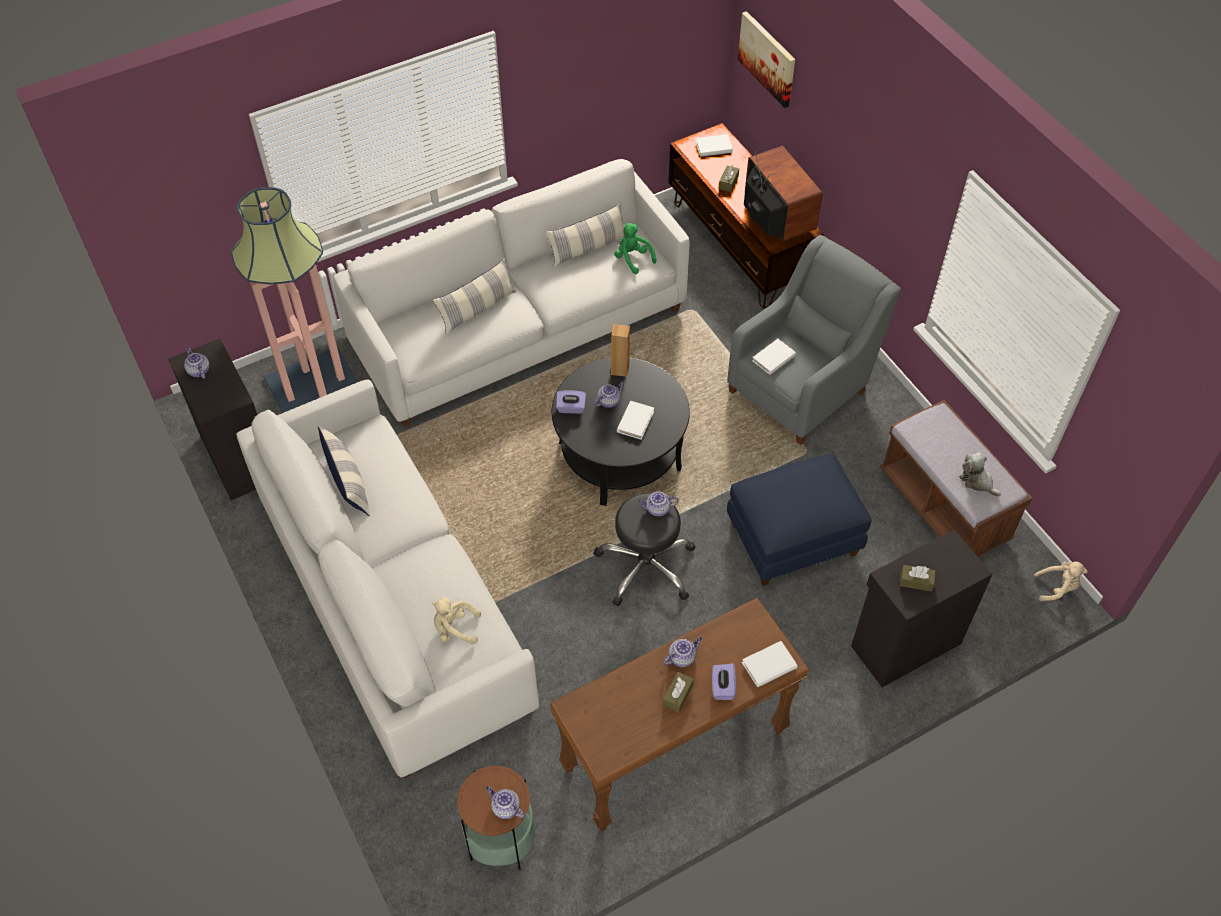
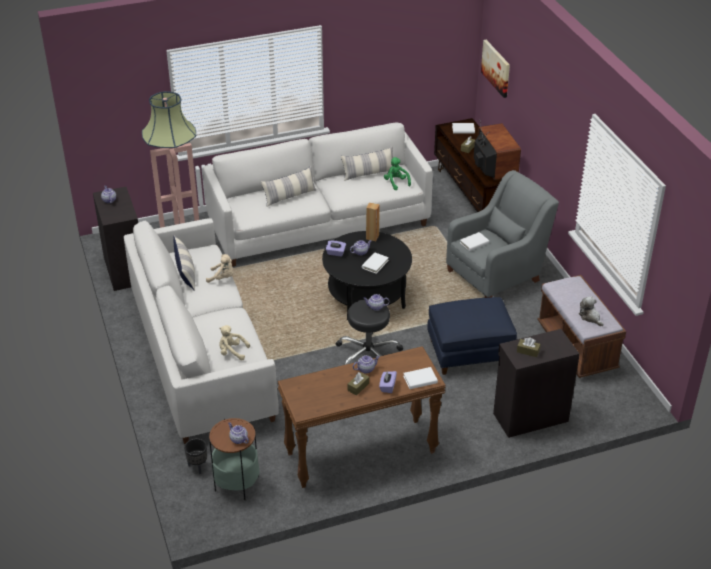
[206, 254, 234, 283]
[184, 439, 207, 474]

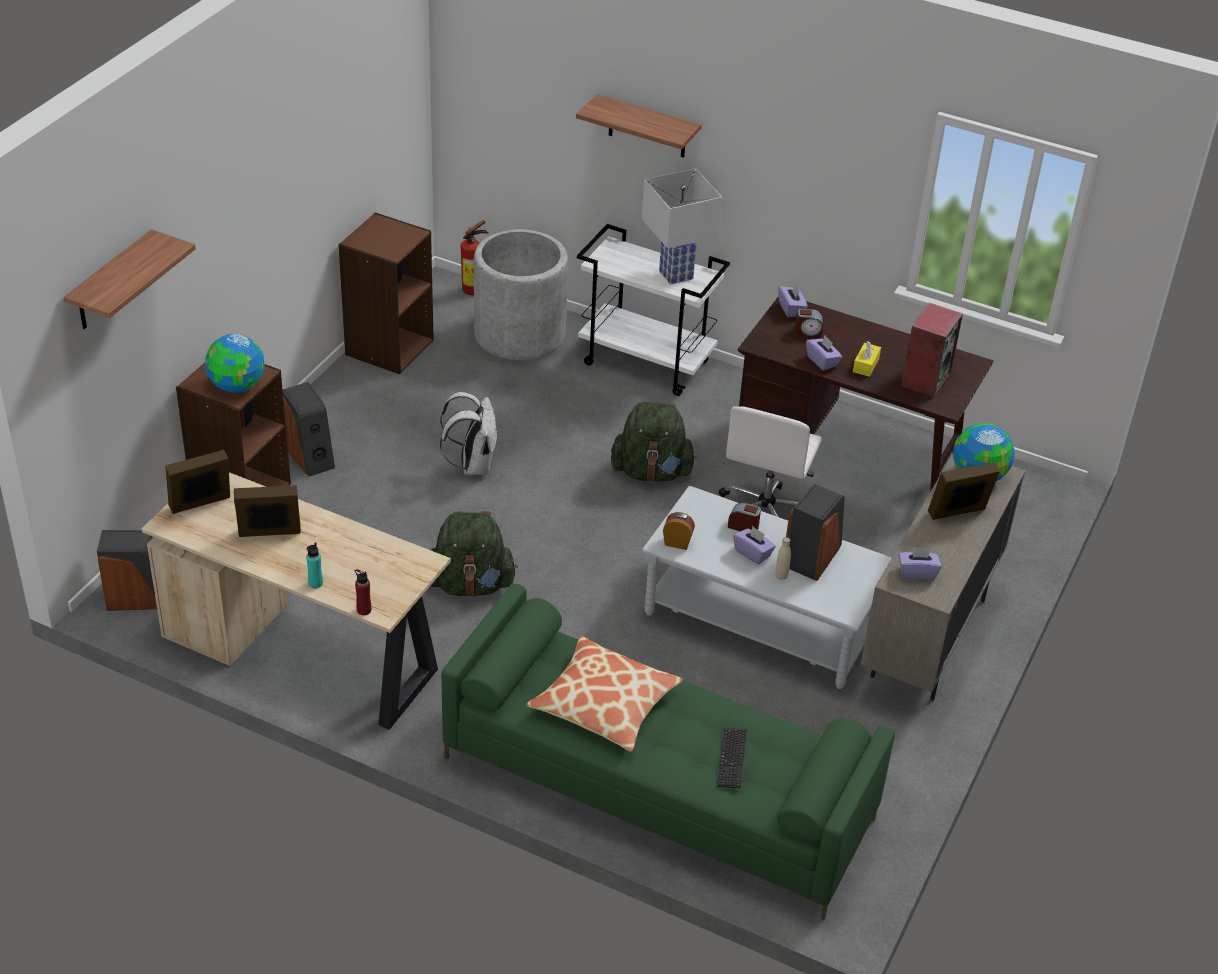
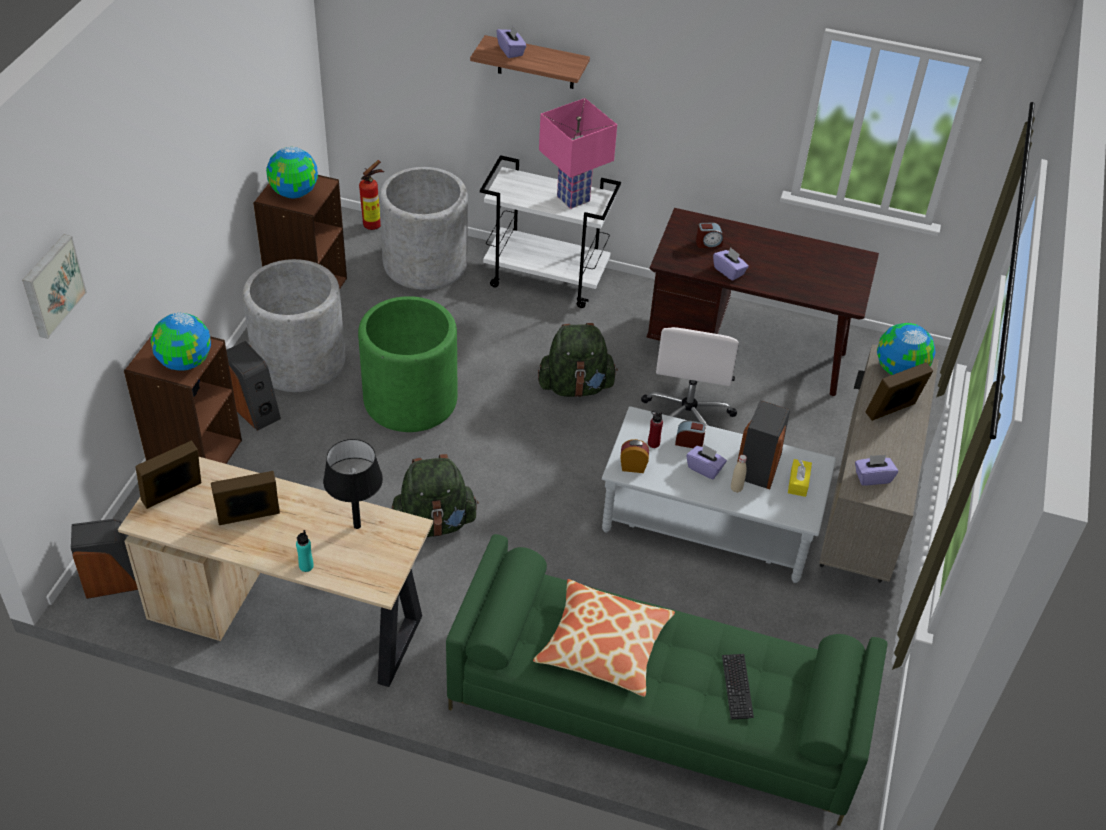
[539, 98, 617, 209]
[22, 234, 87, 339]
[497, 26, 526, 58]
[901, 303, 963, 397] (first image)
[788, 459, 812, 497]
[358, 296, 458, 432]
[648, 411, 663, 448]
[266, 147, 318, 198]
[242, 259, 345, 392]
[323, 439, 383, 529]

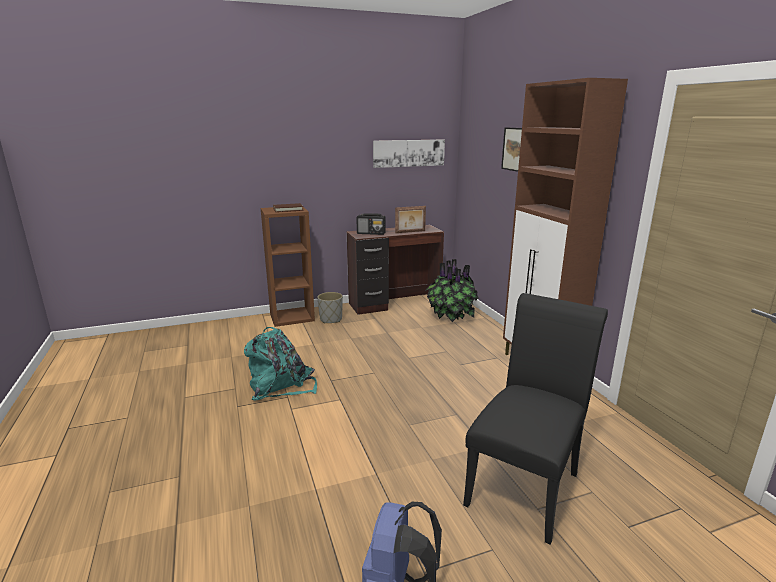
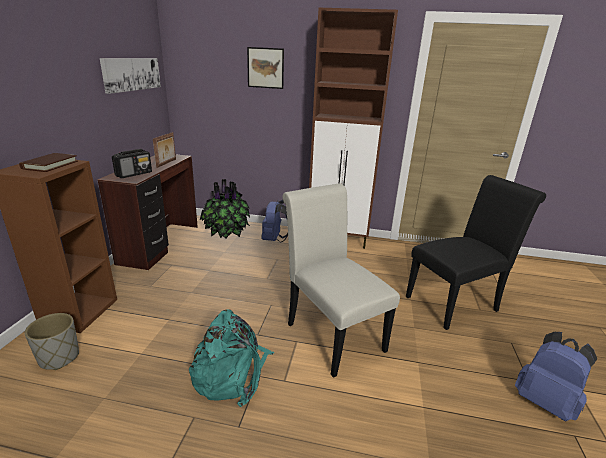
[25, 313, 79, 370]
[406, 175, 546, 330]
[282, 184, 400, 378]
[261, 200, 288, 243]

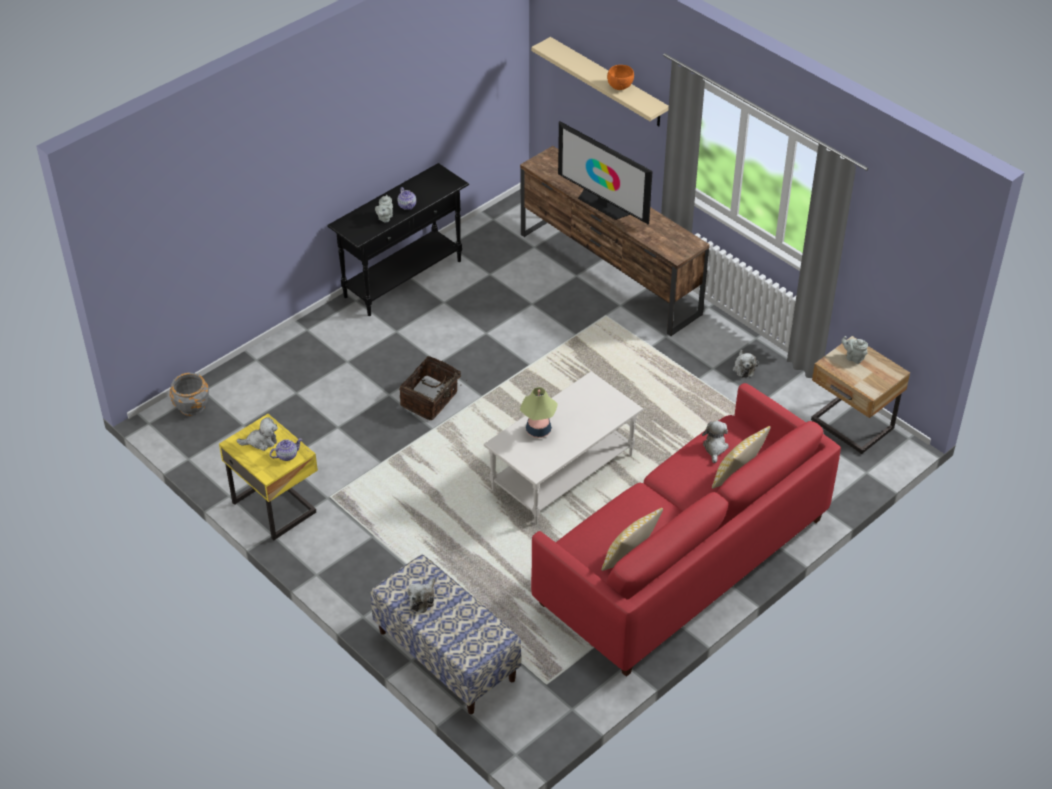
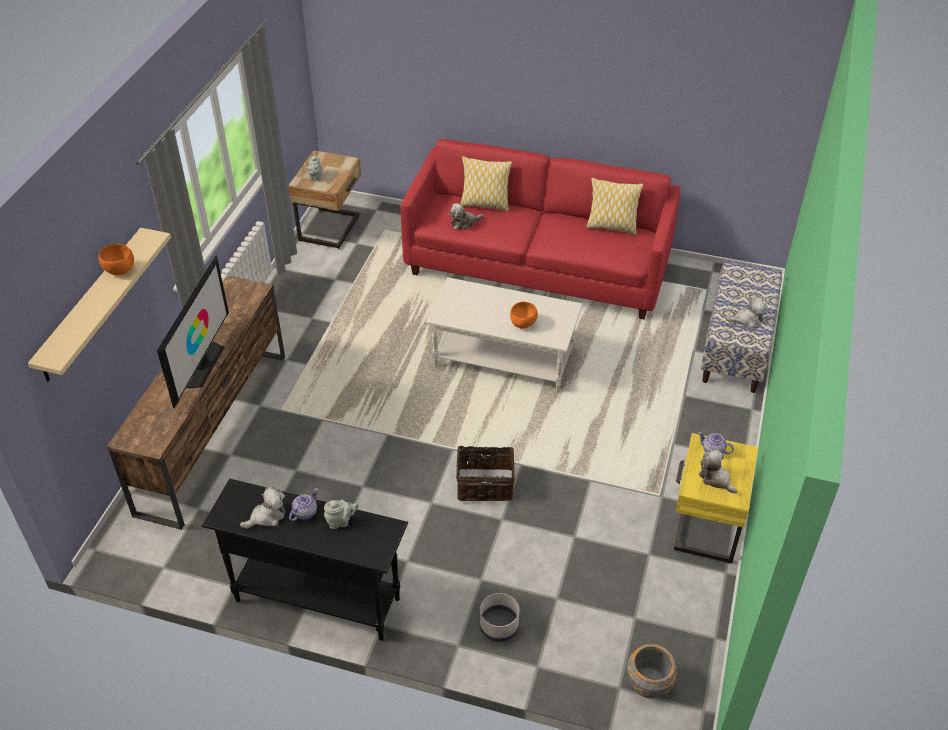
[240, 487, 286, 529]
[510, 302, 538, 329]
[480, 593, 519, 642]

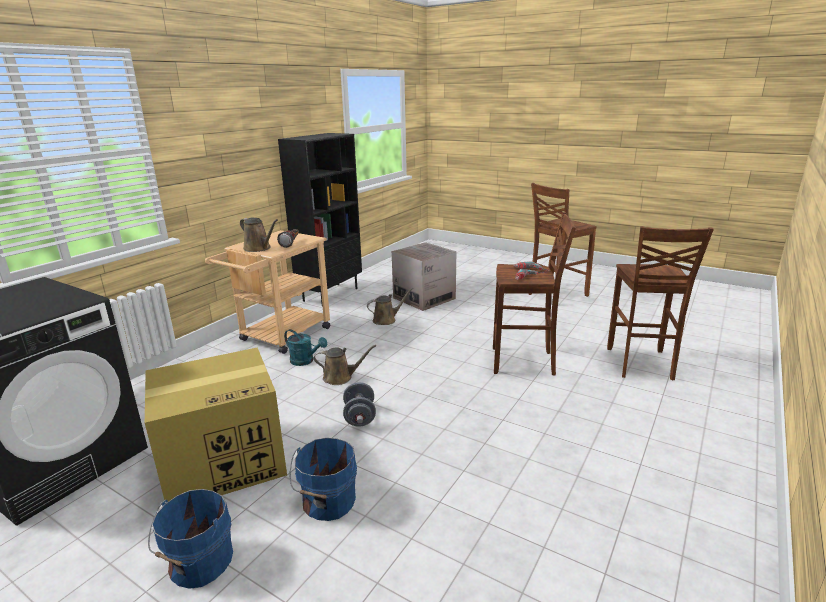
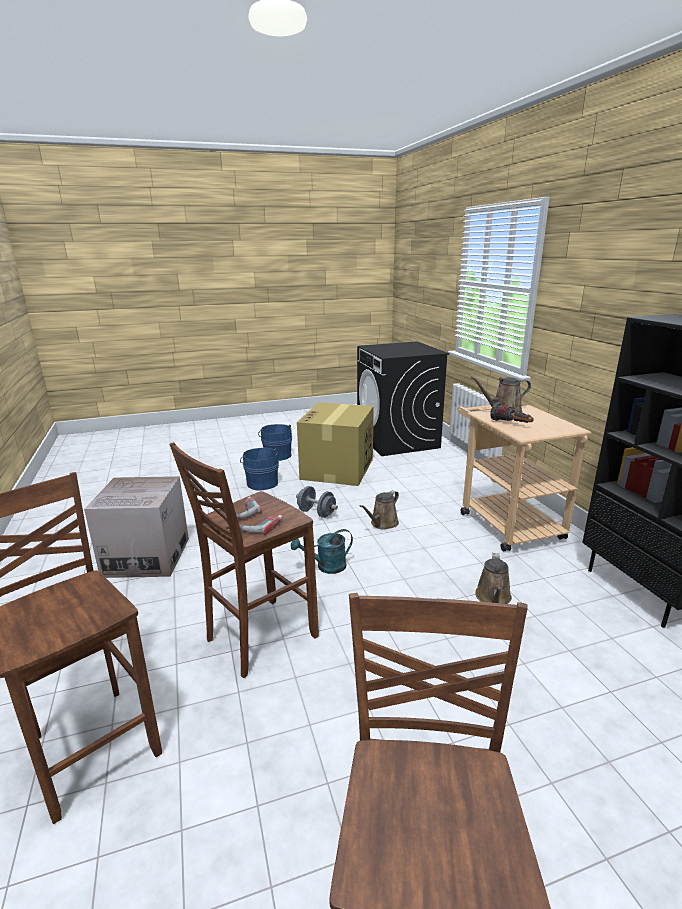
[84, 476, 189, 578]
[291, 529, 353, 574]

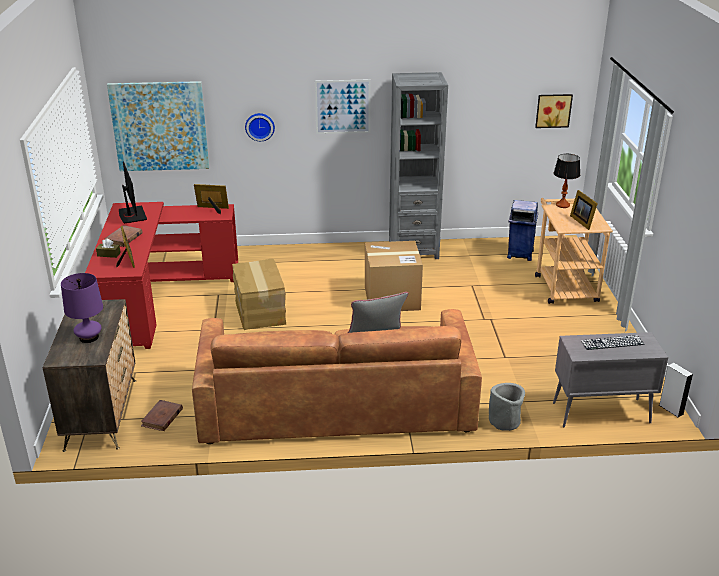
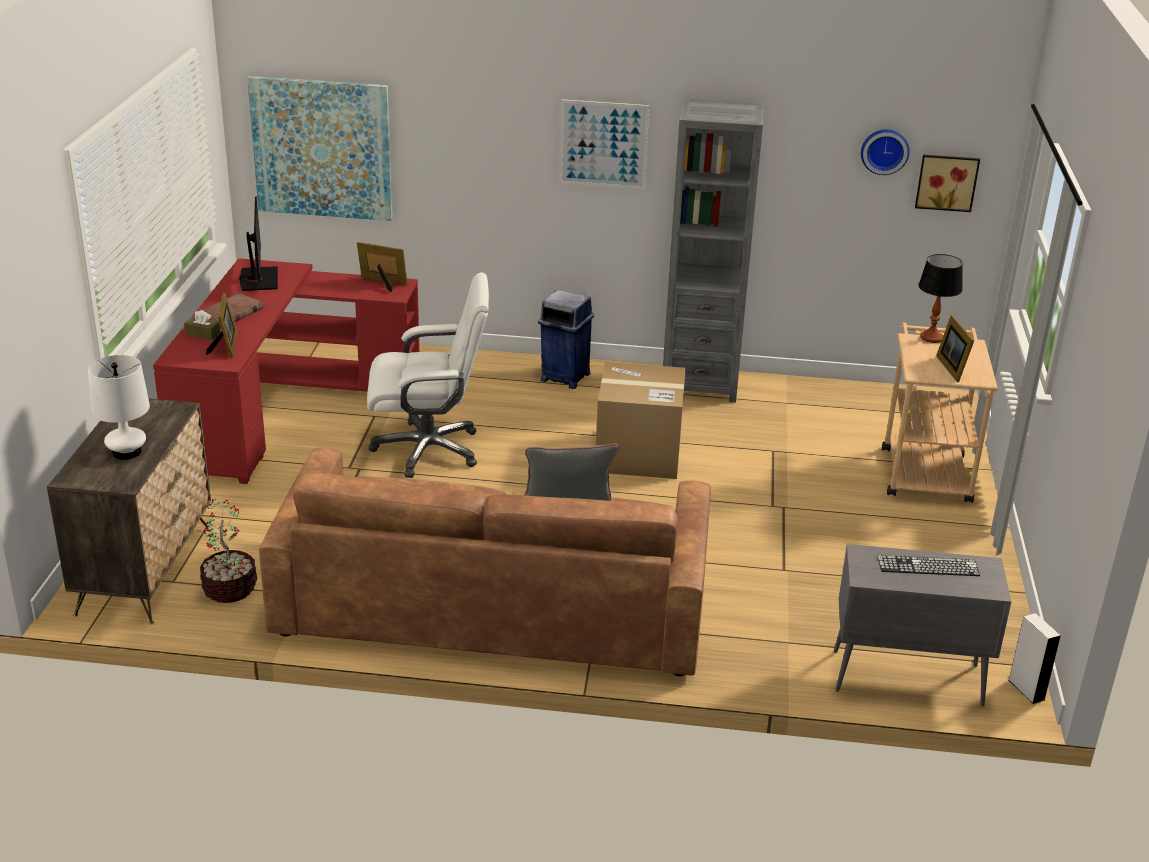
[861, 129, 910, 175]
[538, 290, 594, 389]
[367, 272, 489, 478]
[88, 355, 150, 460]
[489, 383, 525, 431] (first image)
[200, 499, 257, 603]

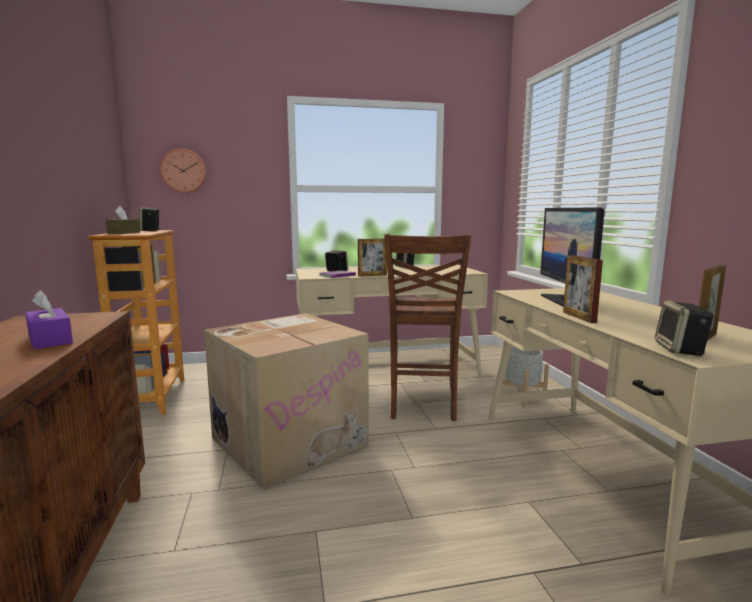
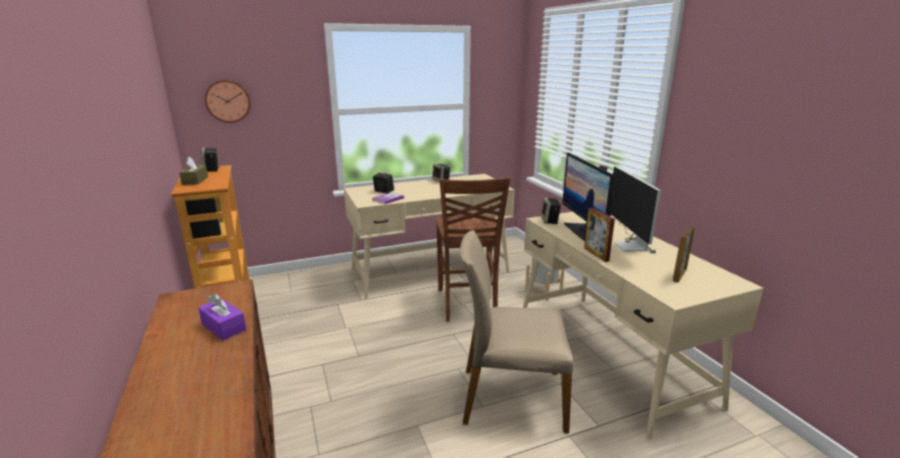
[358, 238, 387, 277] (first image)
[540, 197, 561, 224]
[204, 313, 369, 488] (first image)
[611, 166, 661, 254]
[460, 230, 573, 434]

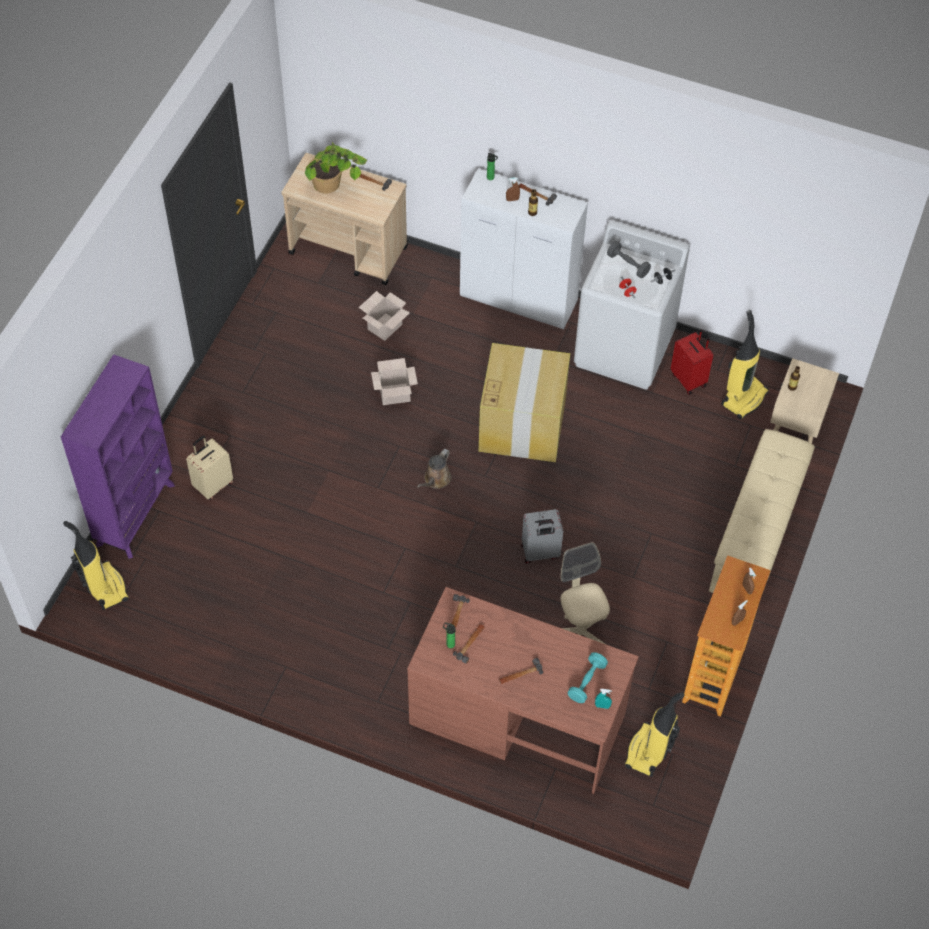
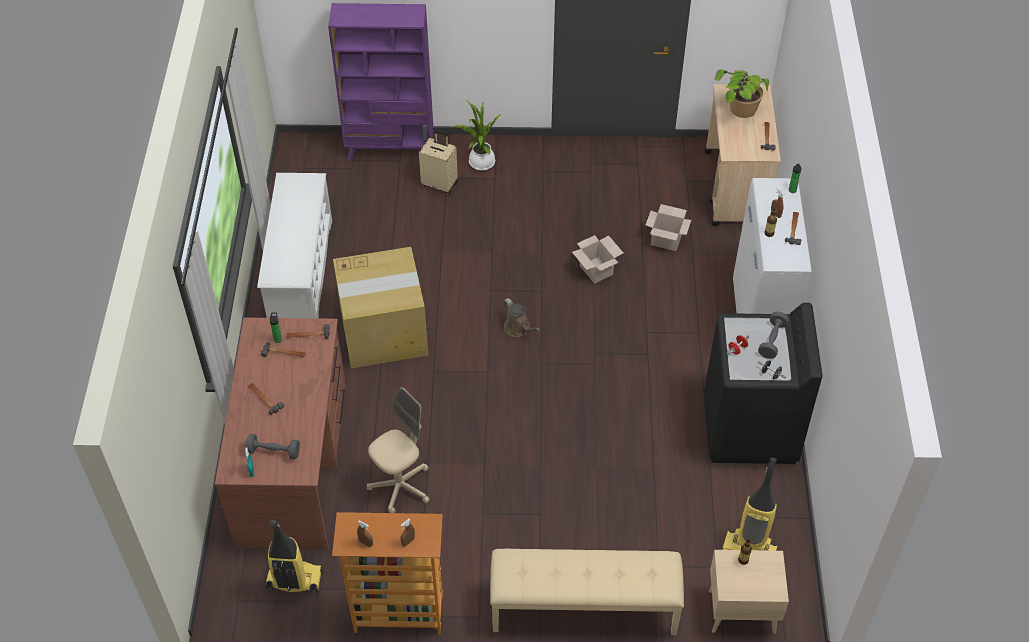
[704, 303, 823, 464]
[671, 330, 713, 395] (first image)
[333, 247, 428, 368]
[503, 298, 540, 337]
[521, 509, 563, 563] (first image)
[63, 521, 129, 610] (first image)
[245, 434, 300, 460]
[455, 101, 501, 171]
[257, 173, 332, 319]

